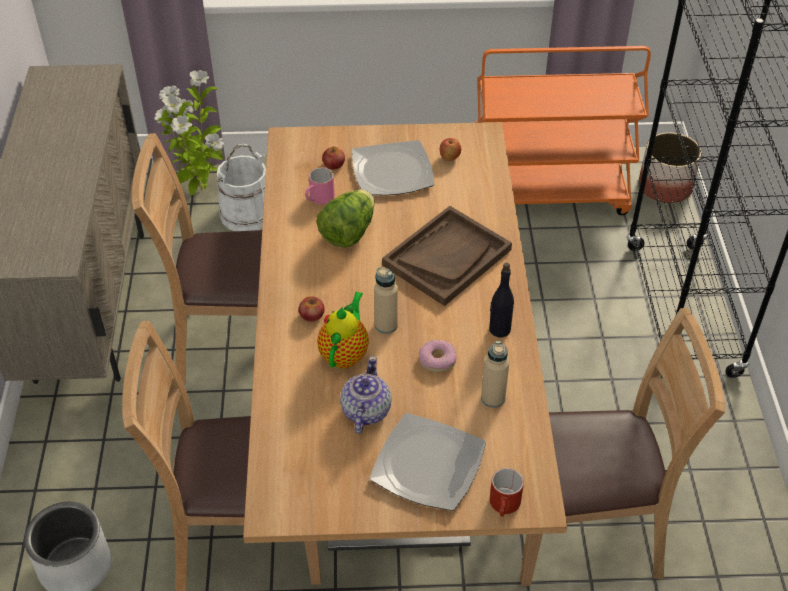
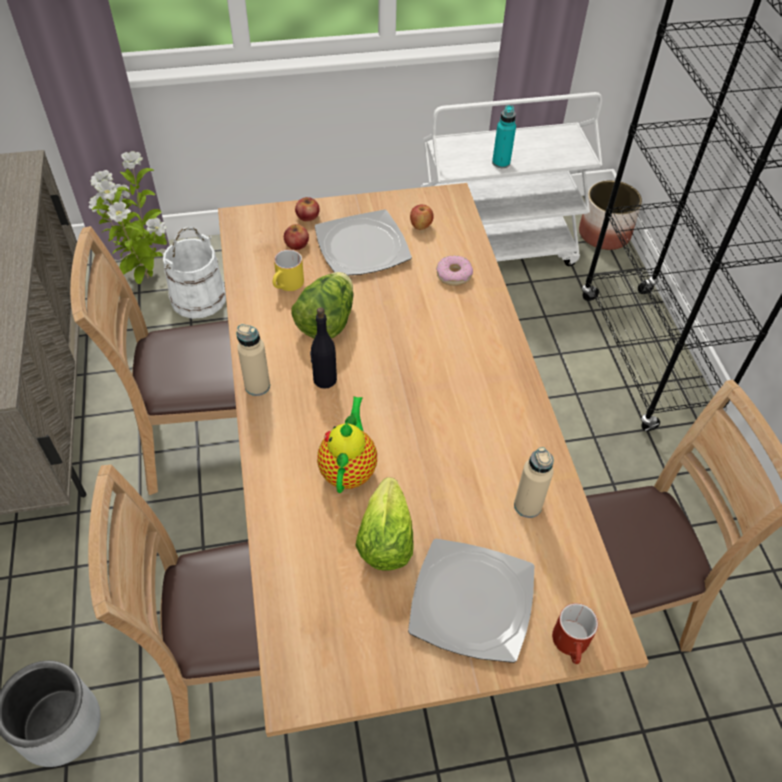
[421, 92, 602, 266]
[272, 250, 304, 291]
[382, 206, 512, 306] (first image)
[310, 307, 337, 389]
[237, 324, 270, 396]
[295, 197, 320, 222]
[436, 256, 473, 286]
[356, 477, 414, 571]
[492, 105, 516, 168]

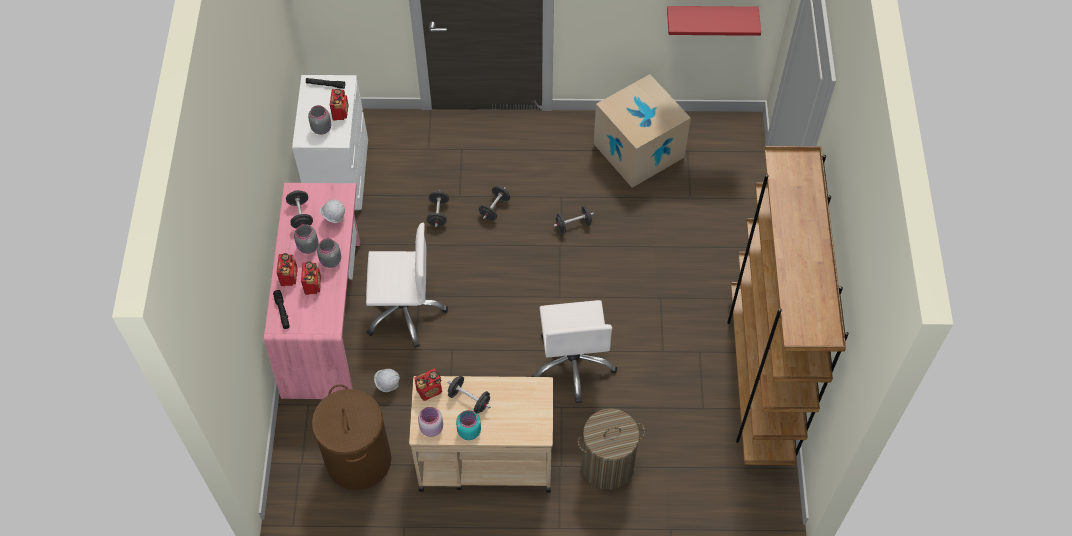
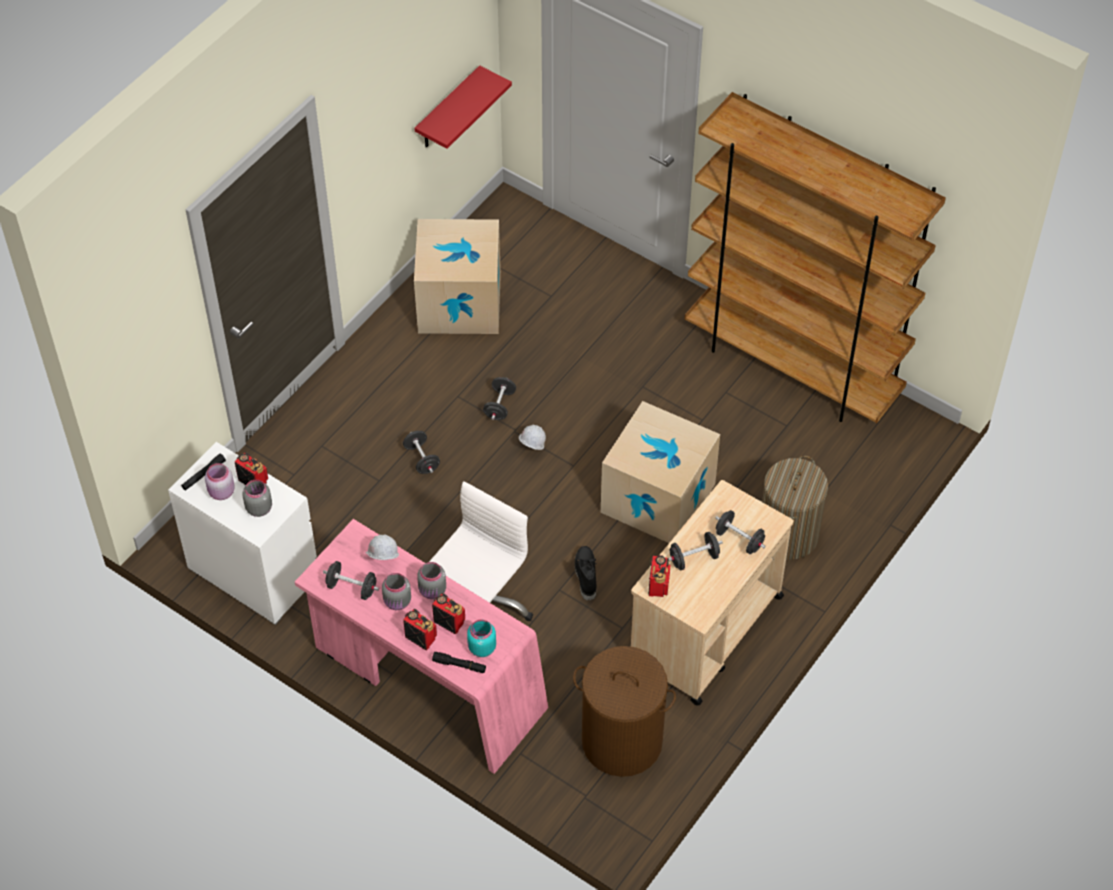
[715, 510, 766, 554]
[601, 401, 720, 543]
[519, 425, 546, 450]
[205, 463, 235, 500]
[467, 620, 496, 657]
[575, 546, 597, 600]

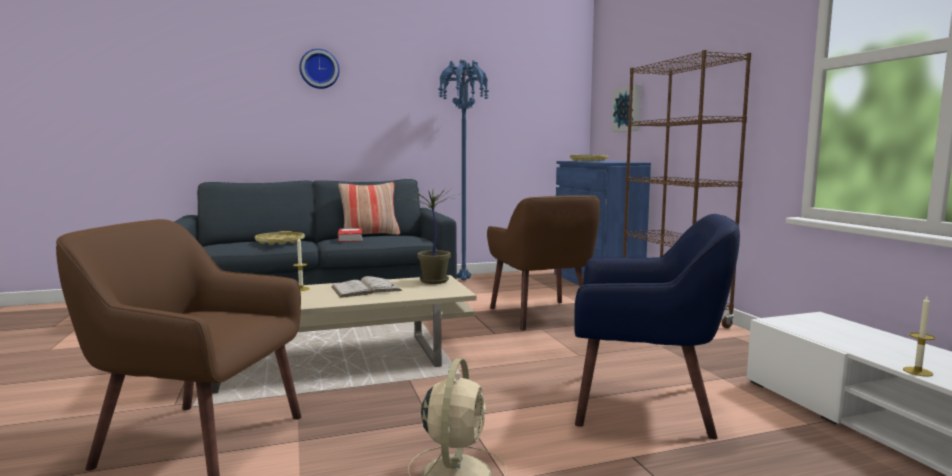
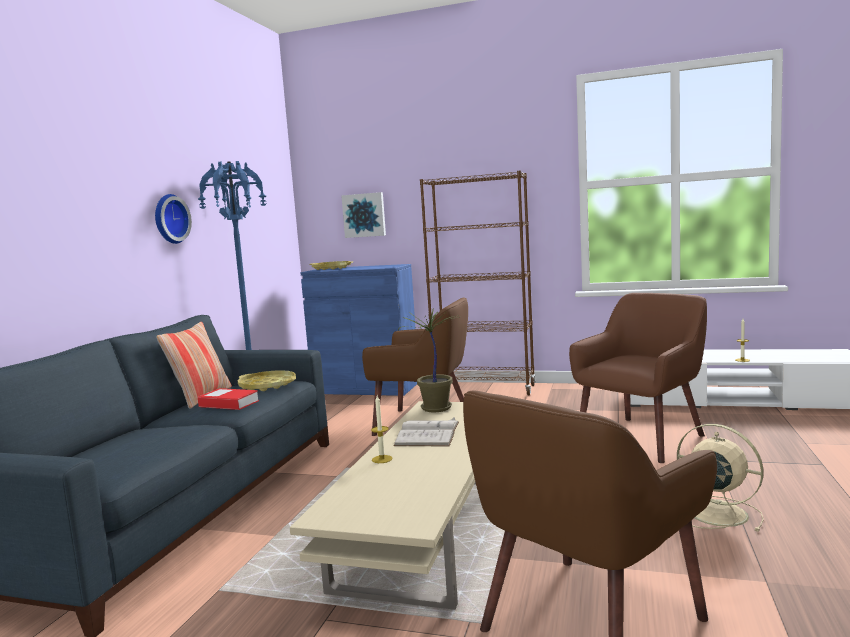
[155, 194, 192, 244]
[569, 293, 707, 463]
[238, 370, 296, 391]

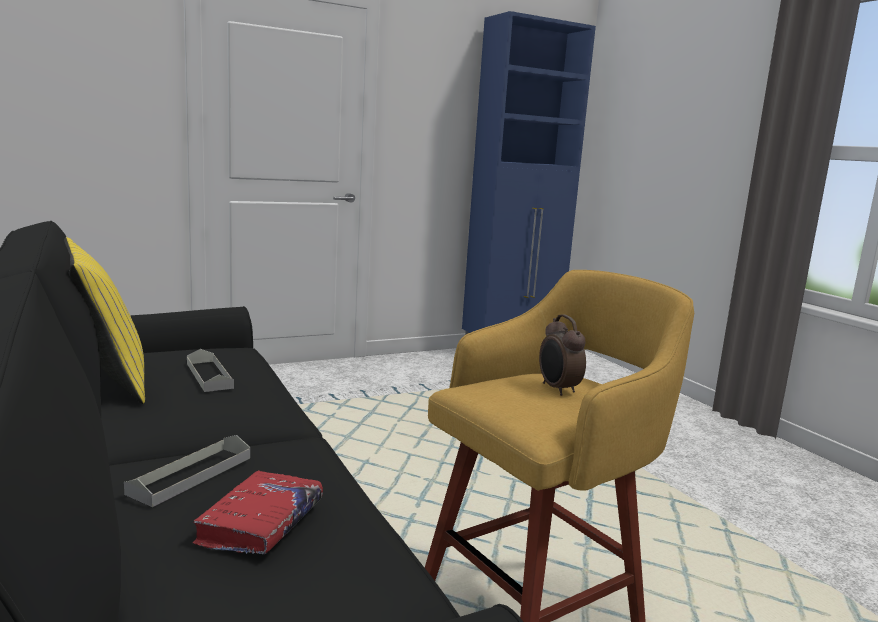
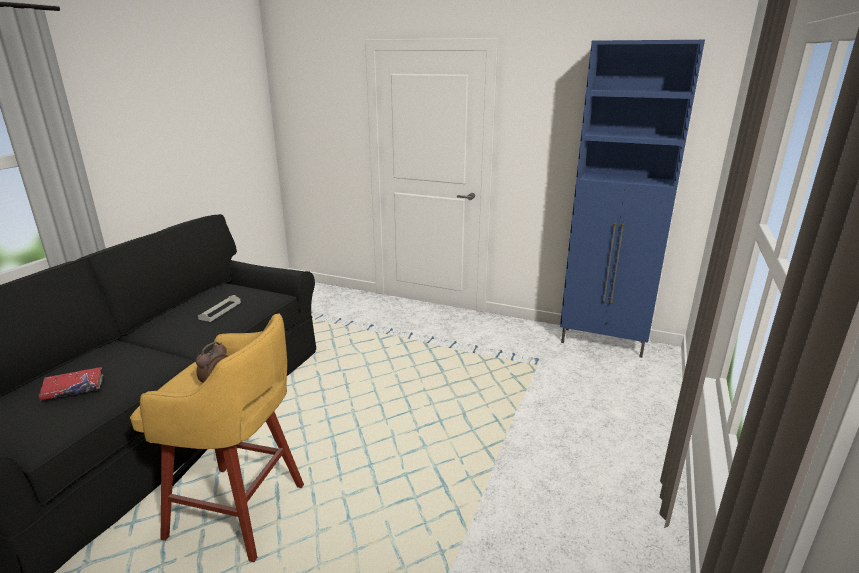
[64, 237, 145, 404] (first image)
[124, 435, 250, 507] (first image)

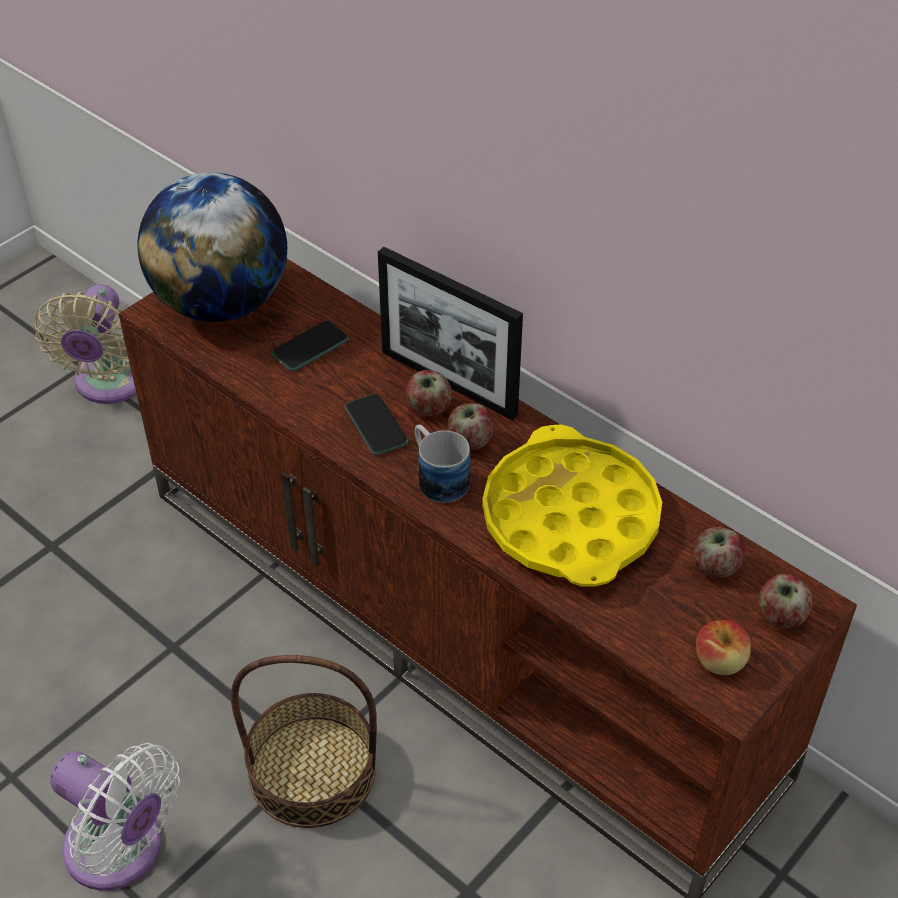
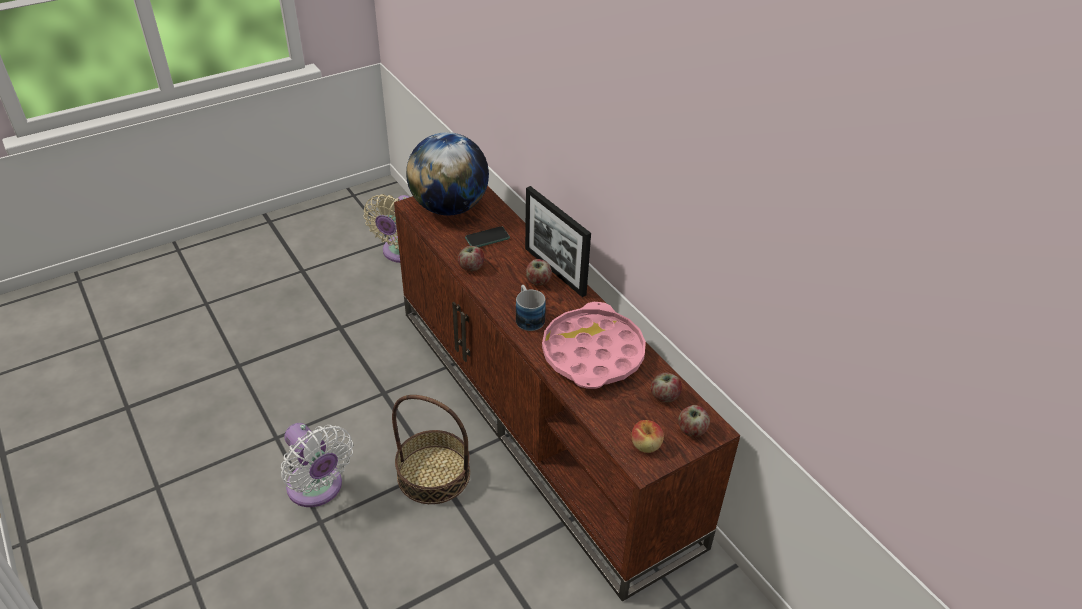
[345, 394, 408, 455] (first image)
[458, 246, 484, 272]
[542, 302, 646, 389]

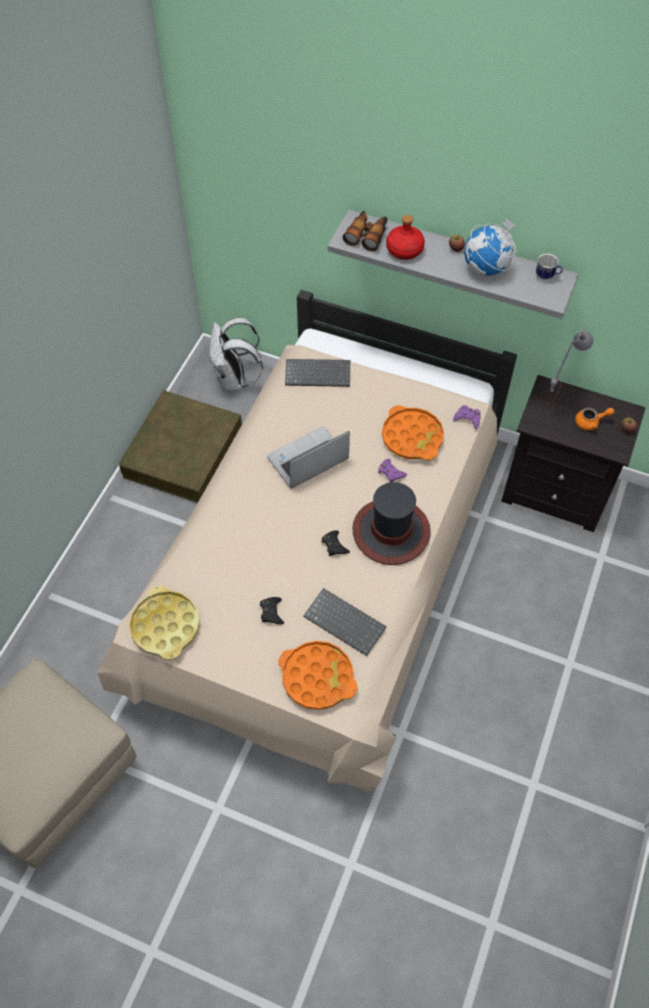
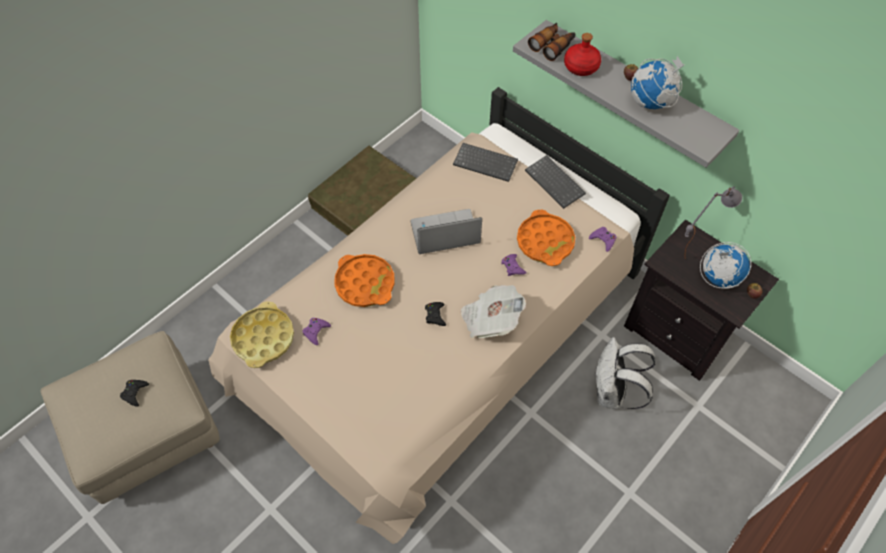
[536, 254, 563, 280] (first image)
[595, 337, 655, 409]
[700, 242, 751, 289]
[460, 285, 526, 338]
[525, 155, 586, 209]
[120, 380, 149, 407]
[334, 254, 394, 307]
[302, 318, 331, 345]

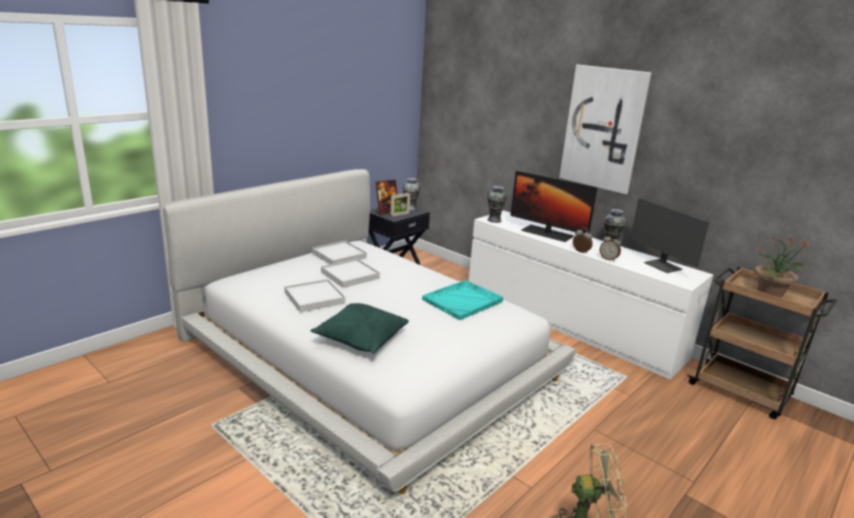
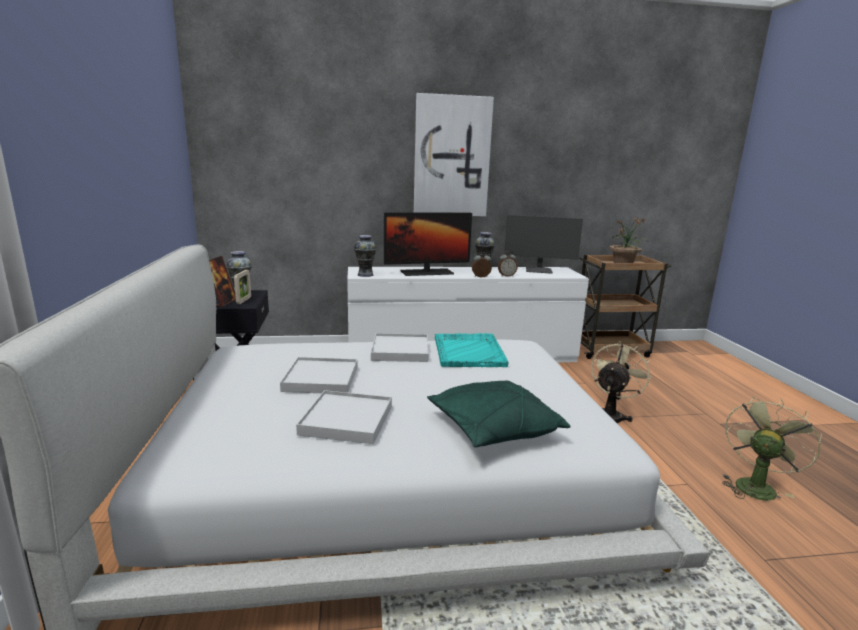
[371, 333, 429, 362]
[591, 341, 652, 423]

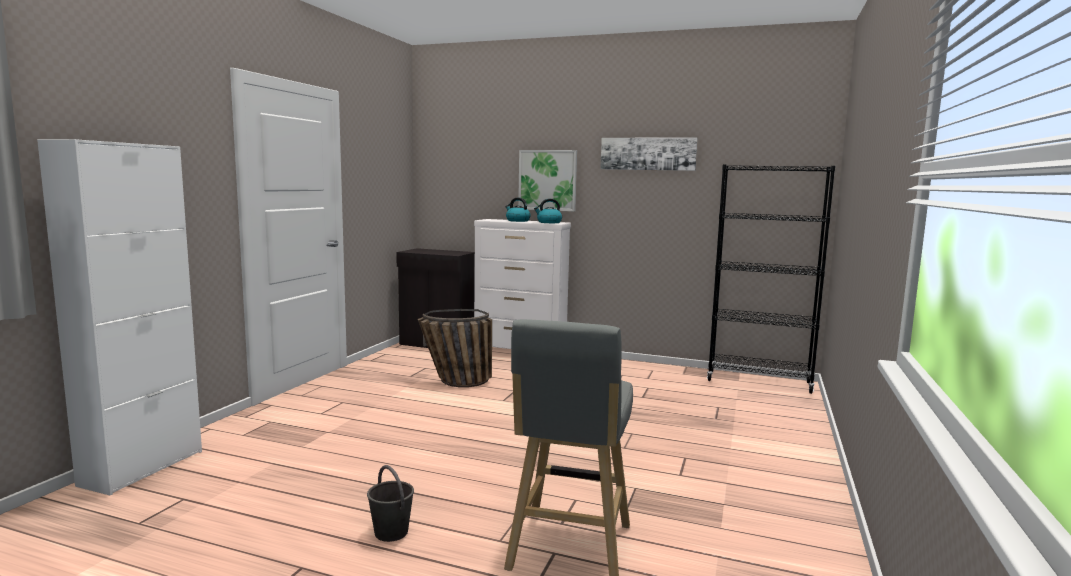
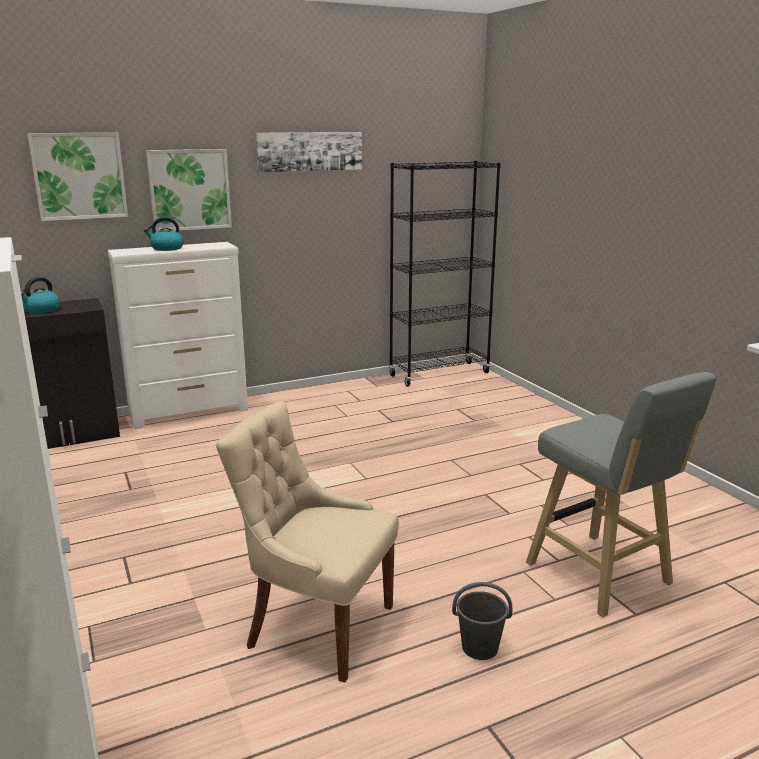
[21, 277, 60, 313]
[418, 309, 492, 387] (first image)
[27, 133, 128, 221]
[216, 402, 399, 682]

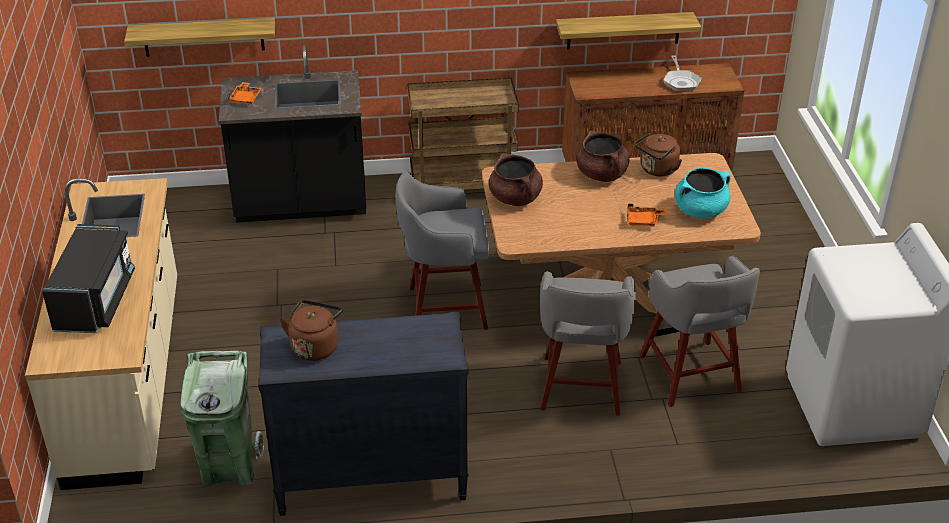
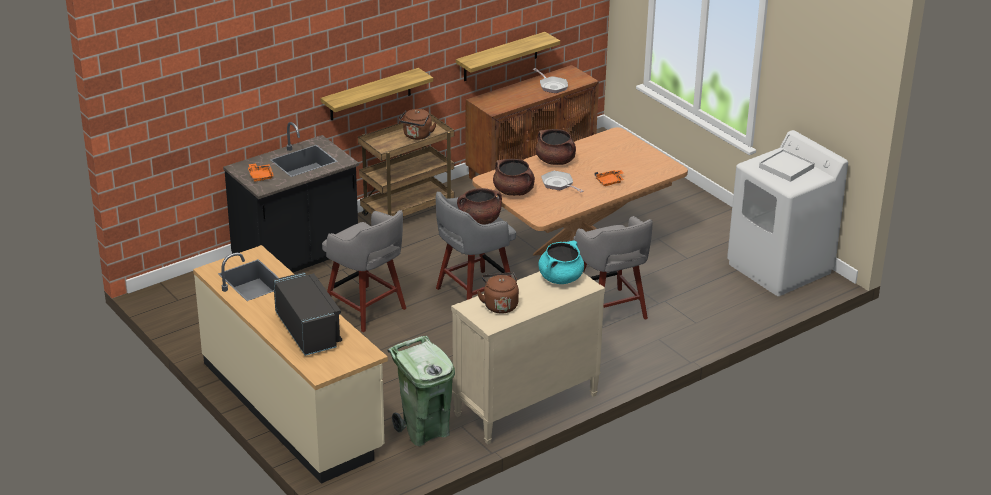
[321, 68, 433, 120]
[399, 109, 436, 140]
[538, 241, 584, 284]
[322, 210, 406, 332]
[451, 271, 605, 445]
[759, 149, 815, 182]
[541, 171, 584, 192]
[457, 188, 502, 225]

